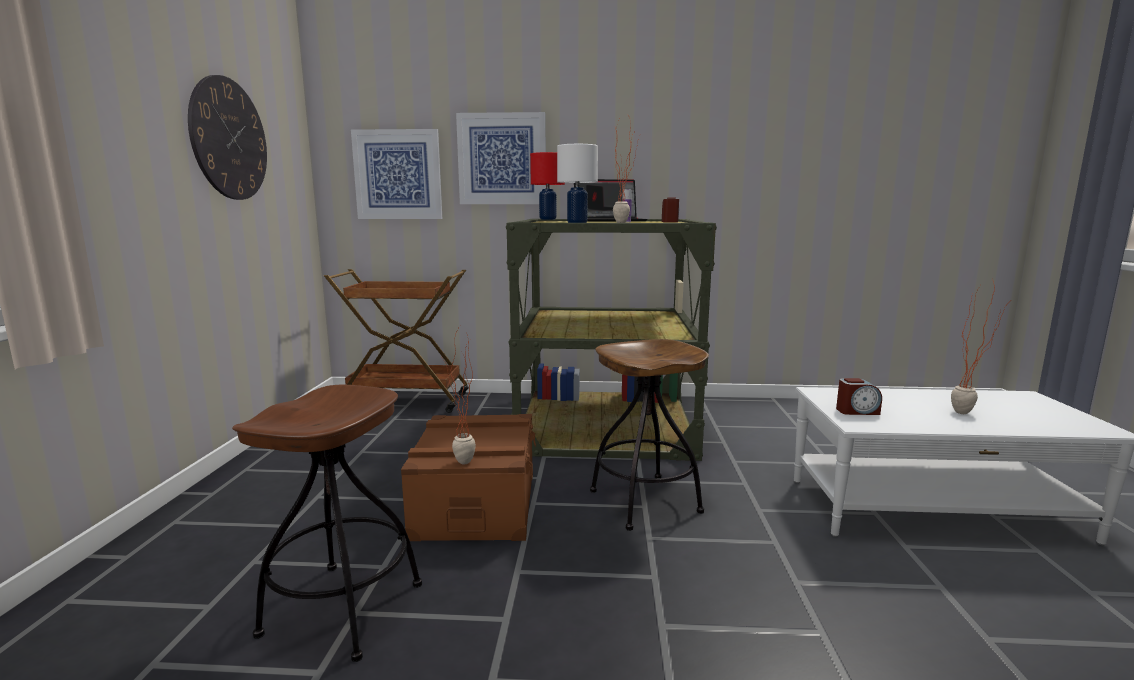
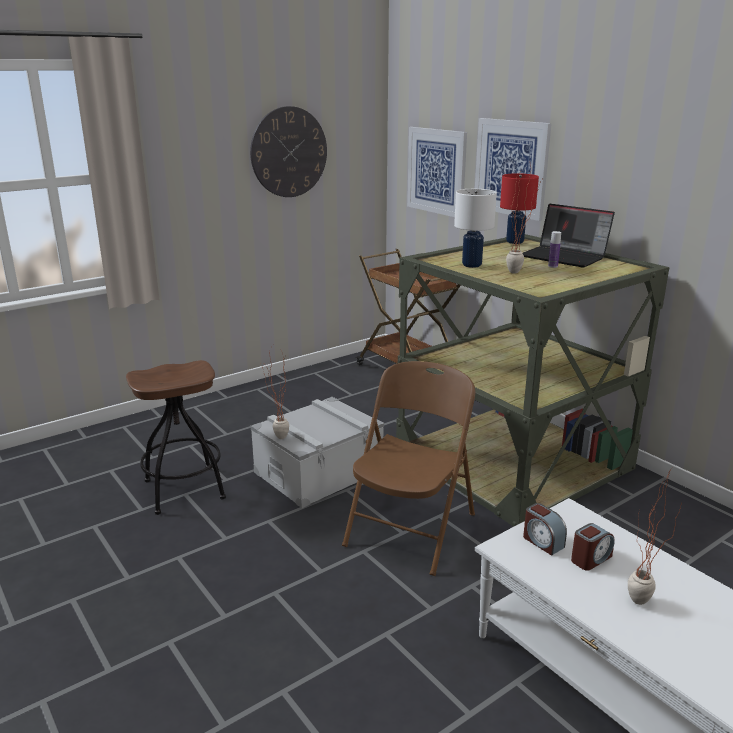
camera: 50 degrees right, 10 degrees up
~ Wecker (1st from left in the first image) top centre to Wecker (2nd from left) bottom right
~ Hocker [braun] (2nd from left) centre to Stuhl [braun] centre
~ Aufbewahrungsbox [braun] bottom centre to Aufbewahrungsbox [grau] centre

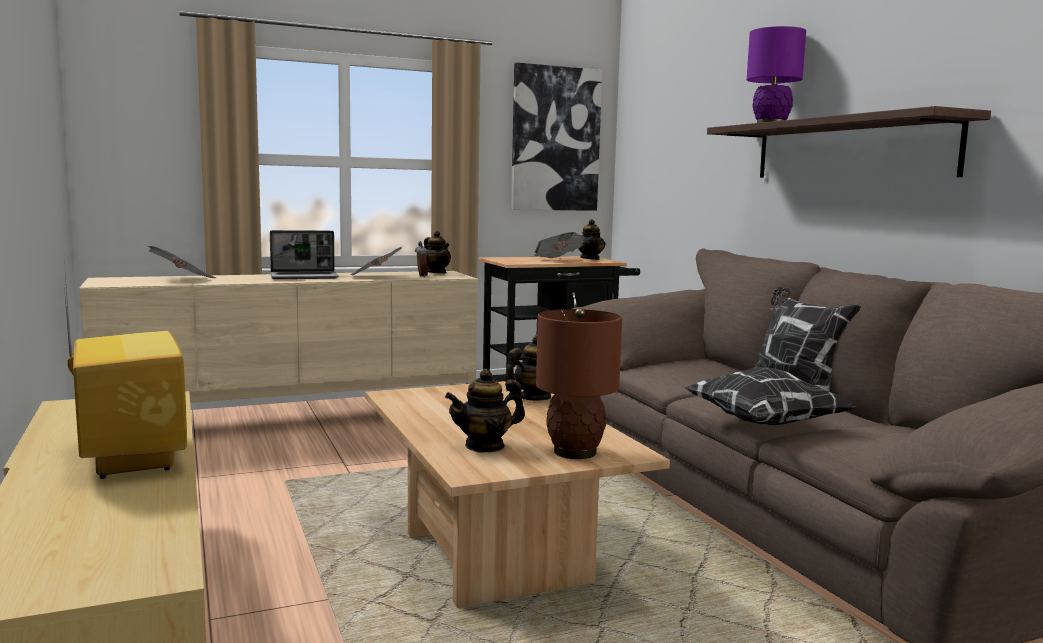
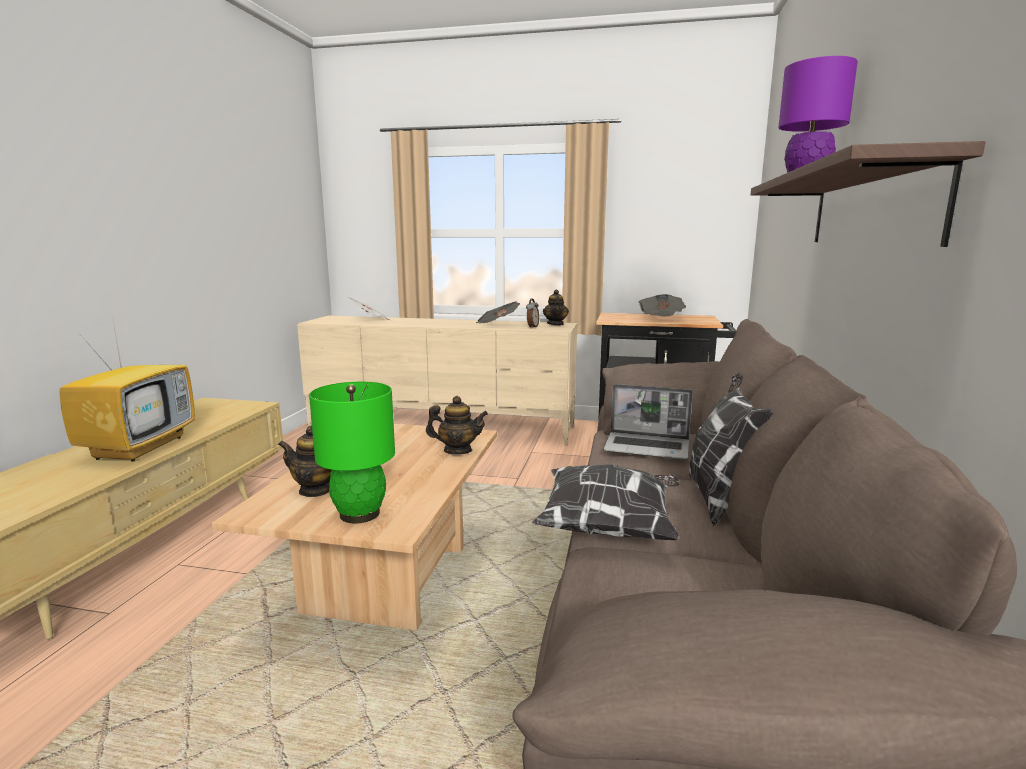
camera: 35 degrees right, 5 degrees up
- Bild top centre
- Teekanne (4th from left) centre
~ Laptop middle left to centre
~ Tischlampe [braun] centre to Tischlampe [grün] centre

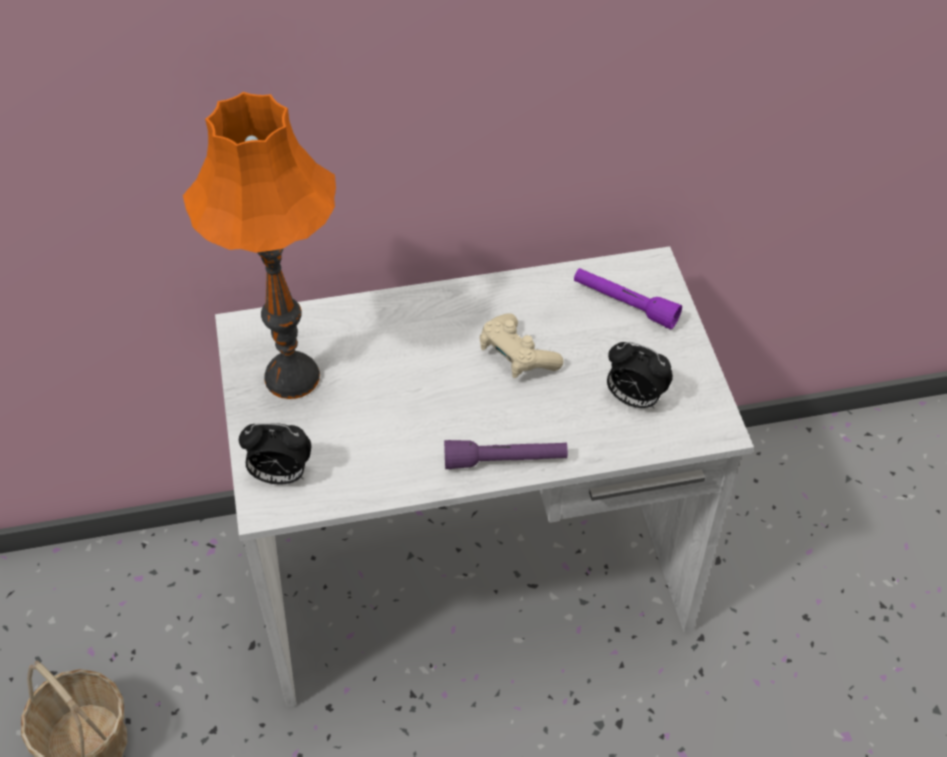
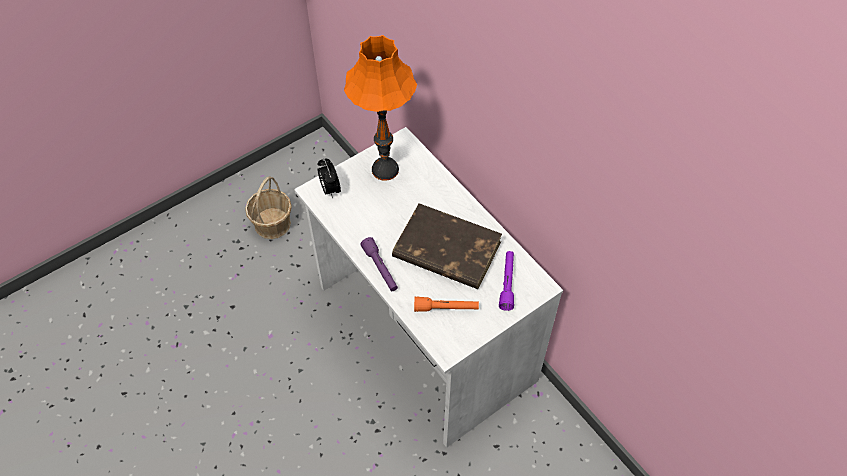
camera: 65 degrees right, 5 degrees up
~ Gamepad [beige] centre to Buch [braun] centre
~ Wecker (2nd from left) middle right to Taschenlampe [orange] centre

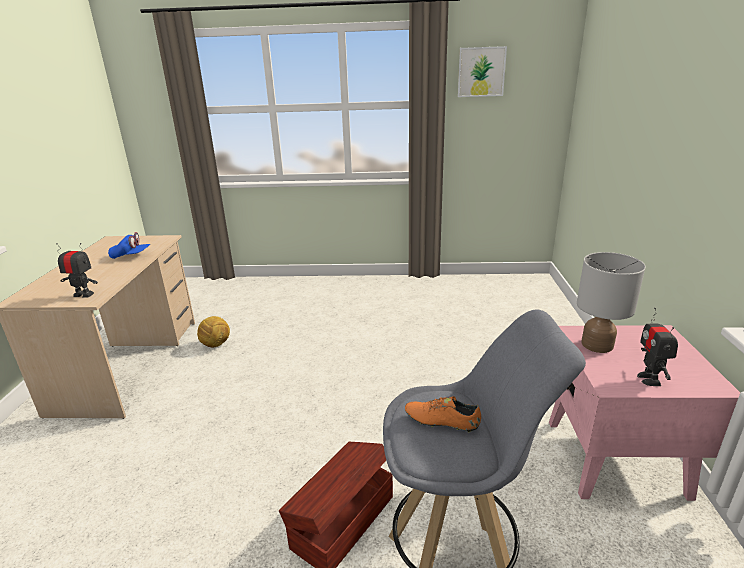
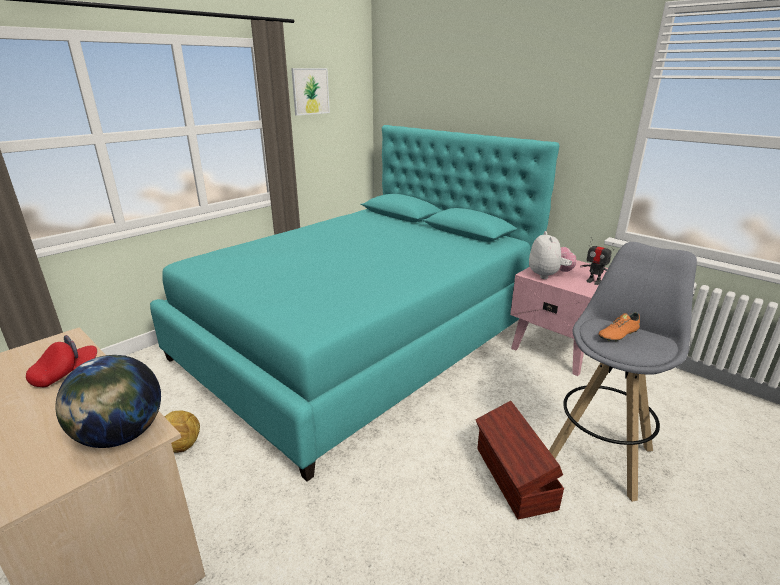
camera: 50 degrees left, 0 degrees up
+ Bett [türkis] centre
~ Spielzeugroboter (1st from left) middle left to Globus bottom left
~ Tischlampe [grau] middle right to Plüschtier middle right
~ Kappe [blau] middle left to Kappe [rot] middle left

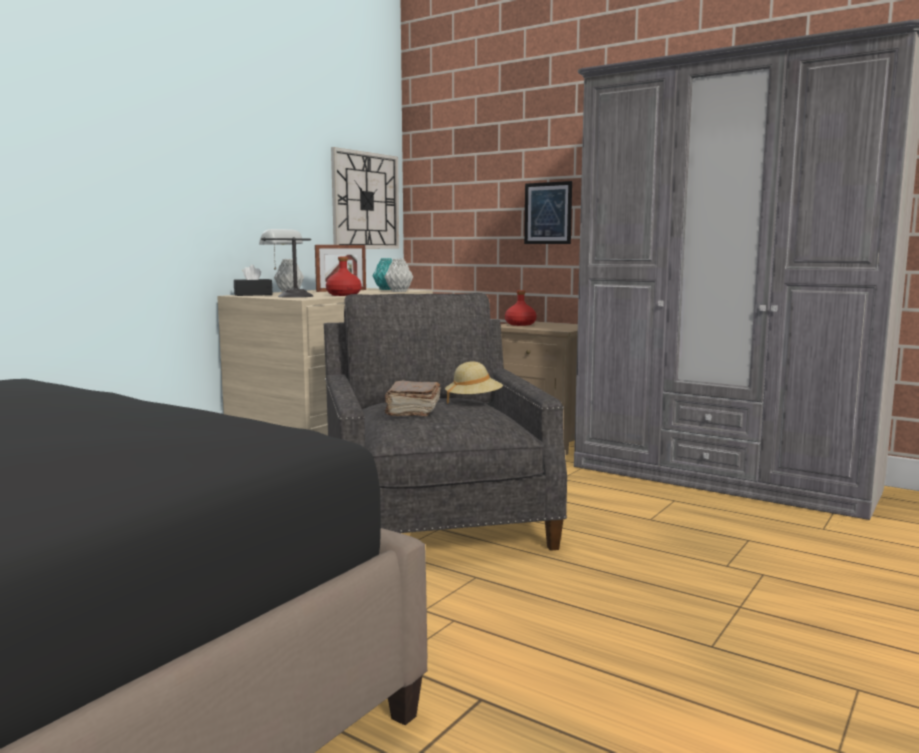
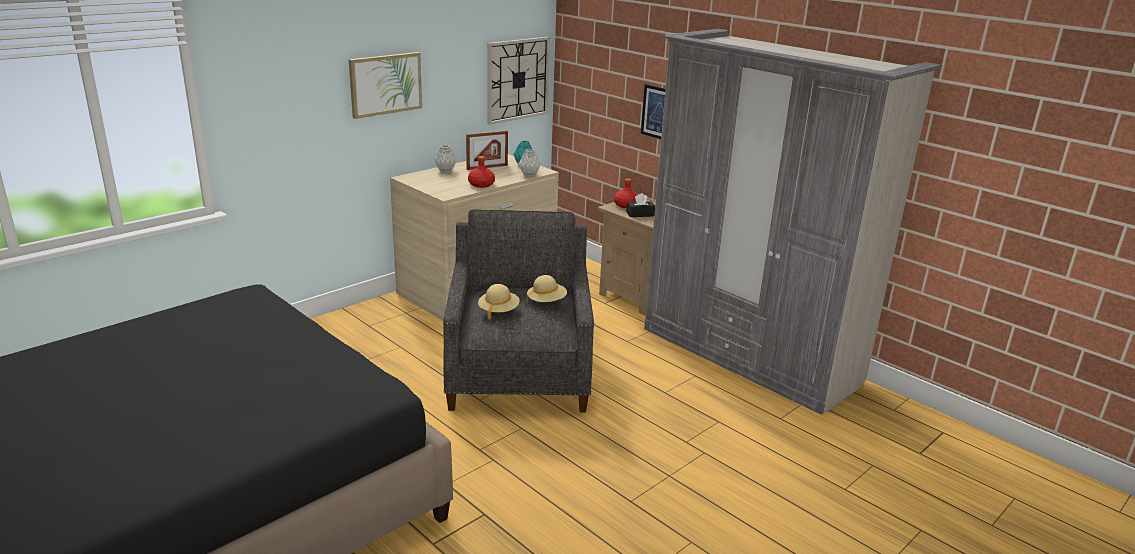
camera: 10 degrees right, 15 degrees up
- Tischlampe middle left
+ Bild (1st from left) top centre
~ Taschentuchbox [schwarz] middle left to centre
~ Buch [braun] centre to Hut [beige] (1st from left) centre

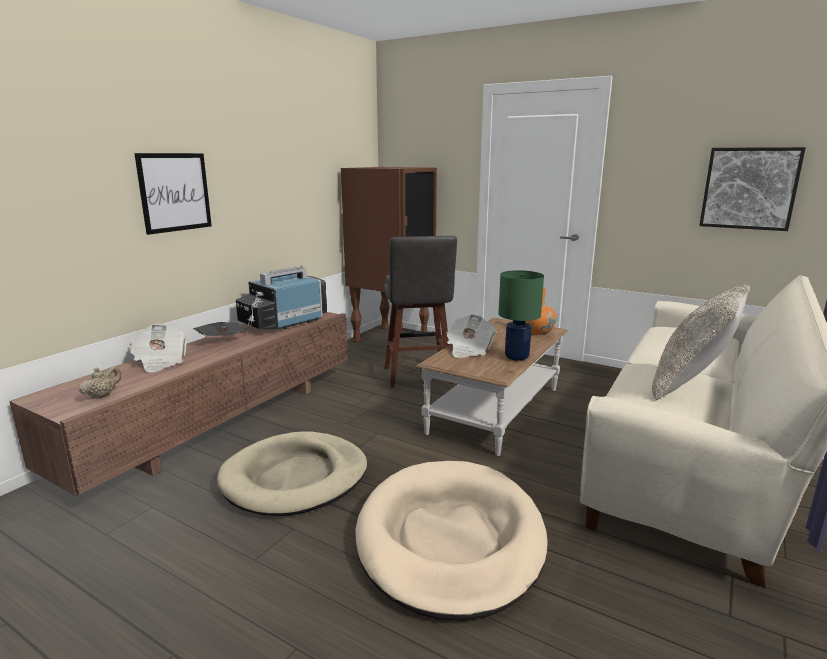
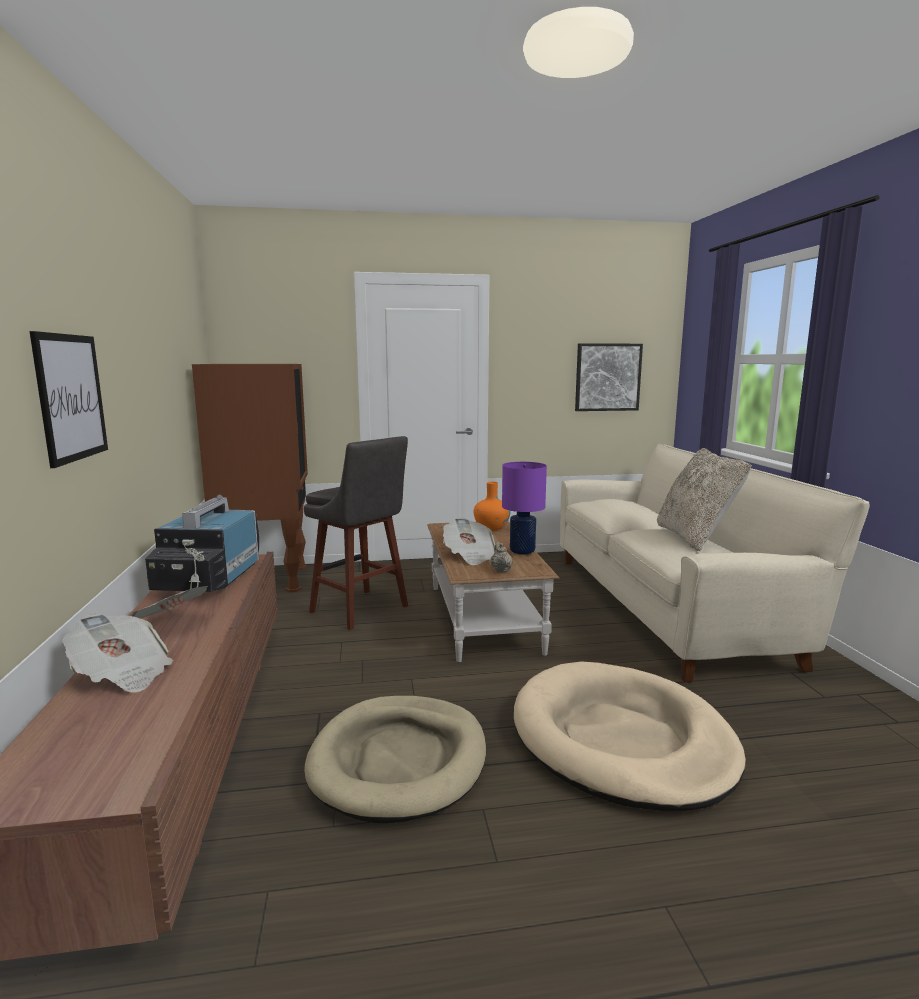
camera: 40 degrees left, 5 degrees down
~ Teekanne [beige] middle left to centre
~ Tischlampe [grün] centre to Tischlampe [lila] centre

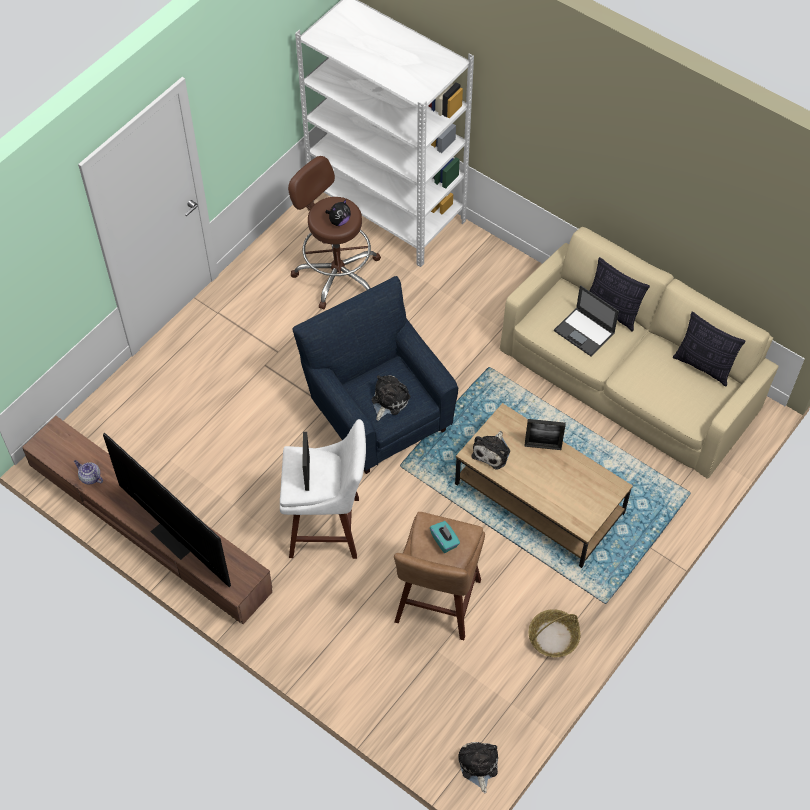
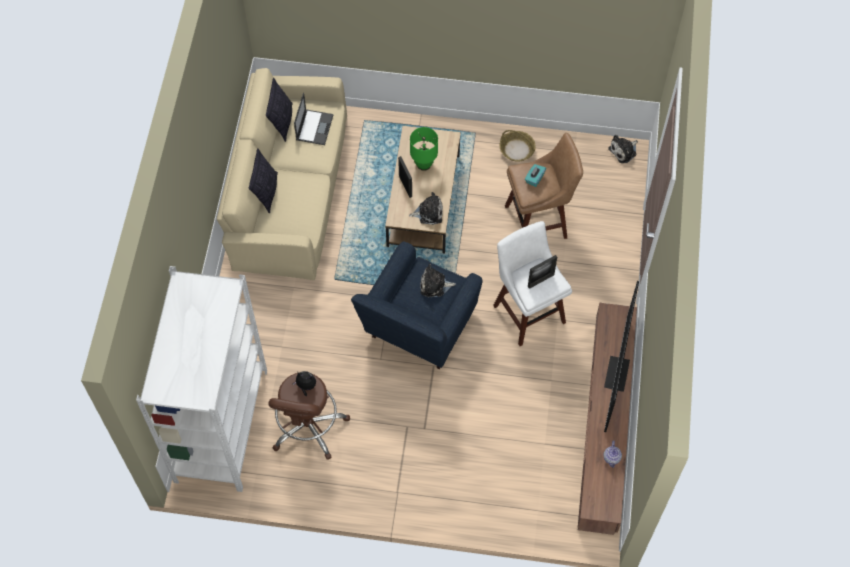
camera: 120 degrees left, 5 degrees up
+ Tischlampe [grün] top centre
~ Laptop middle right to top centre

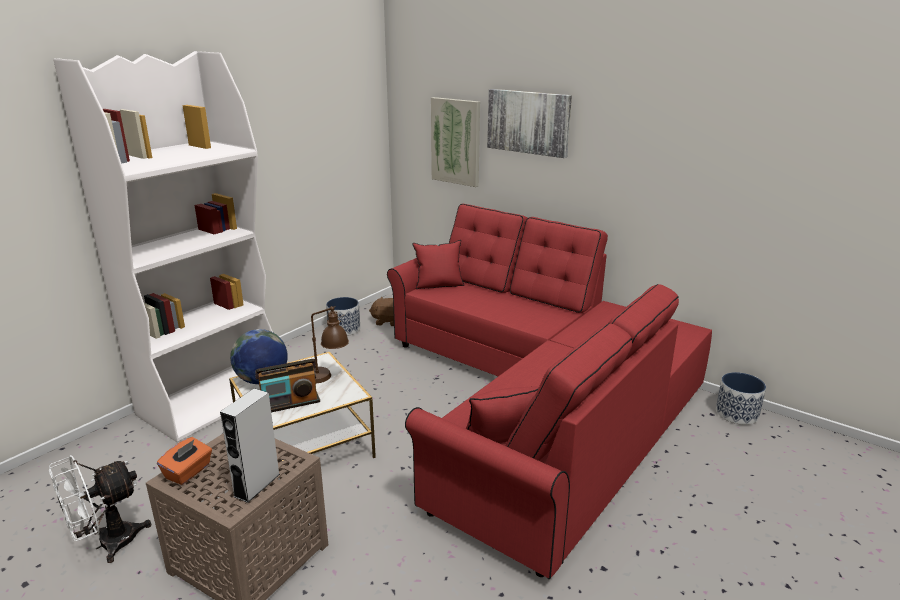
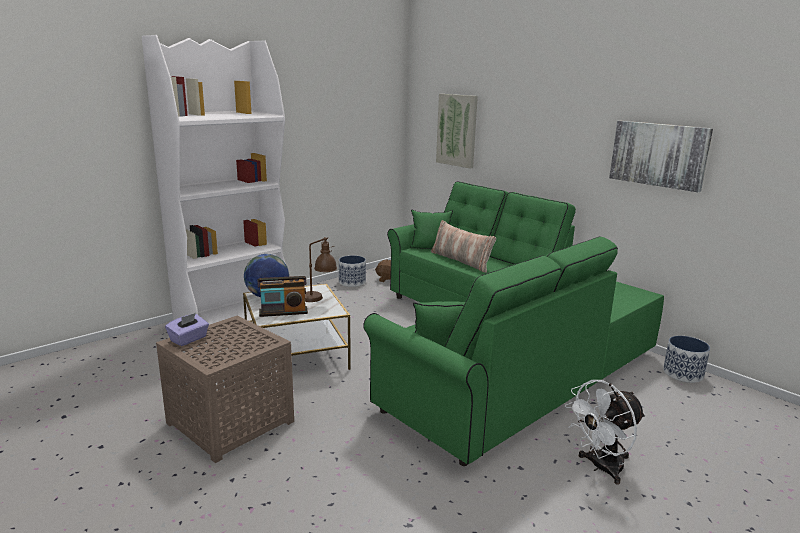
camera: 10 degrees right, 5 degrees down
- Lautsprecher [grau] bottom left
+ Kissen centre
~ Ventilator [weiß] bottom left to bottom right
~ Bild (2nd from left) top centre to top right
~ Taschentuchbox [orange] bottom left to Taschentuchbox [lila] middle left
~ Sofa [rot] centre to Sofa [grün] centre

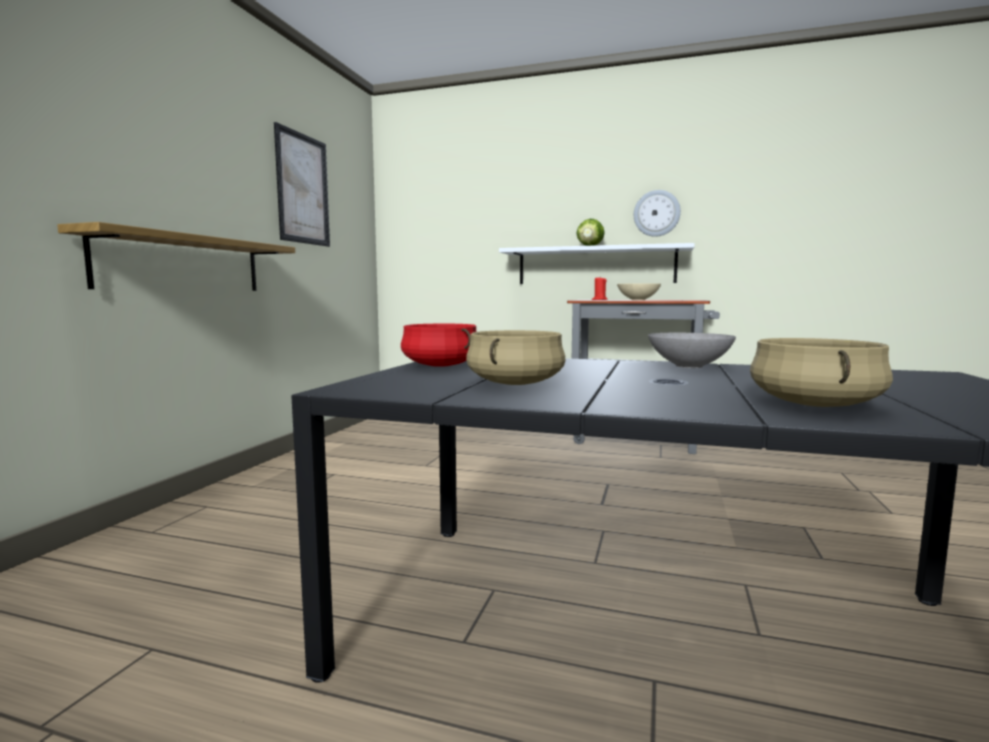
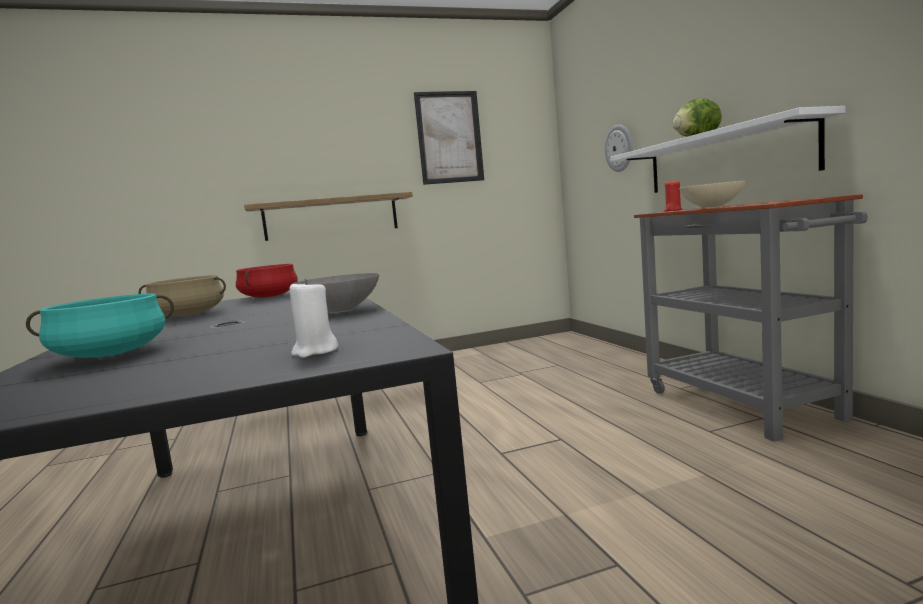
camera: 55 degrees right, 0 degrees up
+ Kerze [weiß] centre
~ Wanduhr top centre to top right
~ Kochtopf [beige] (2nd from left) middle right to Kochtopf [türkis] middle left

